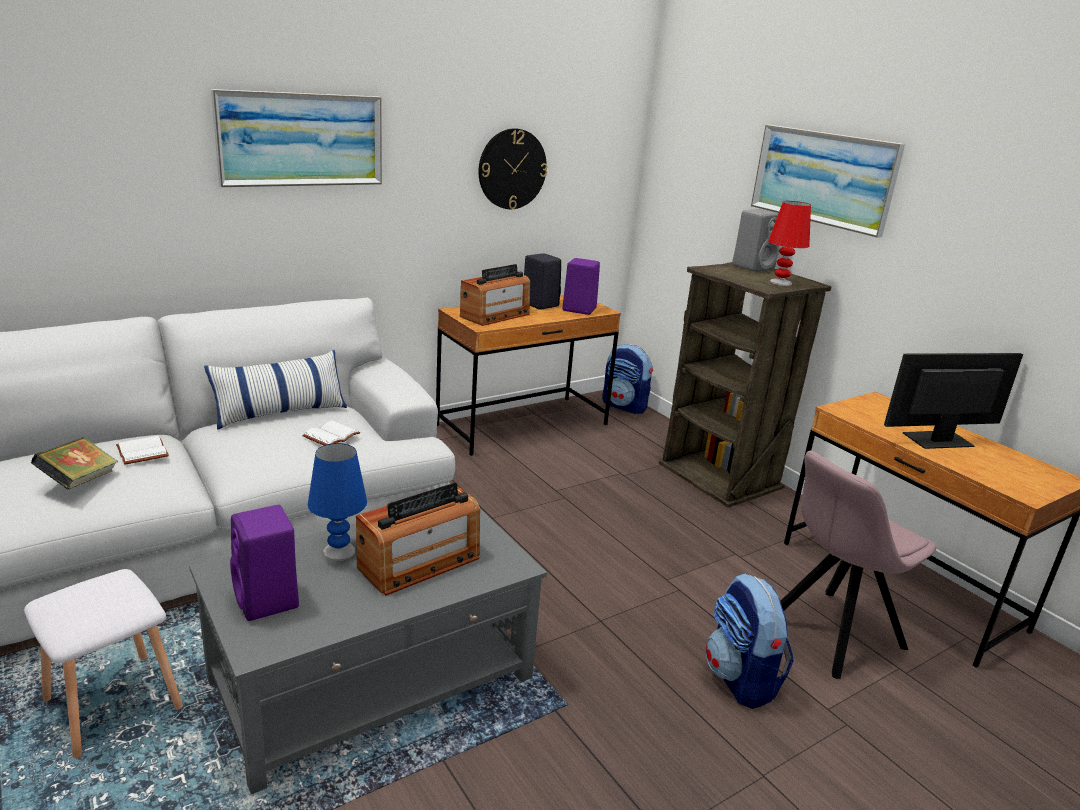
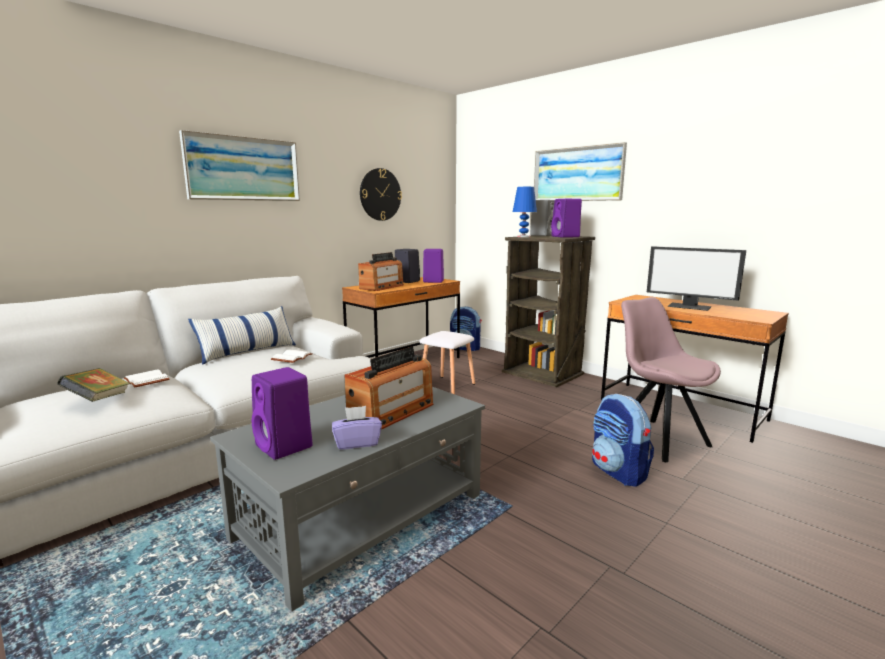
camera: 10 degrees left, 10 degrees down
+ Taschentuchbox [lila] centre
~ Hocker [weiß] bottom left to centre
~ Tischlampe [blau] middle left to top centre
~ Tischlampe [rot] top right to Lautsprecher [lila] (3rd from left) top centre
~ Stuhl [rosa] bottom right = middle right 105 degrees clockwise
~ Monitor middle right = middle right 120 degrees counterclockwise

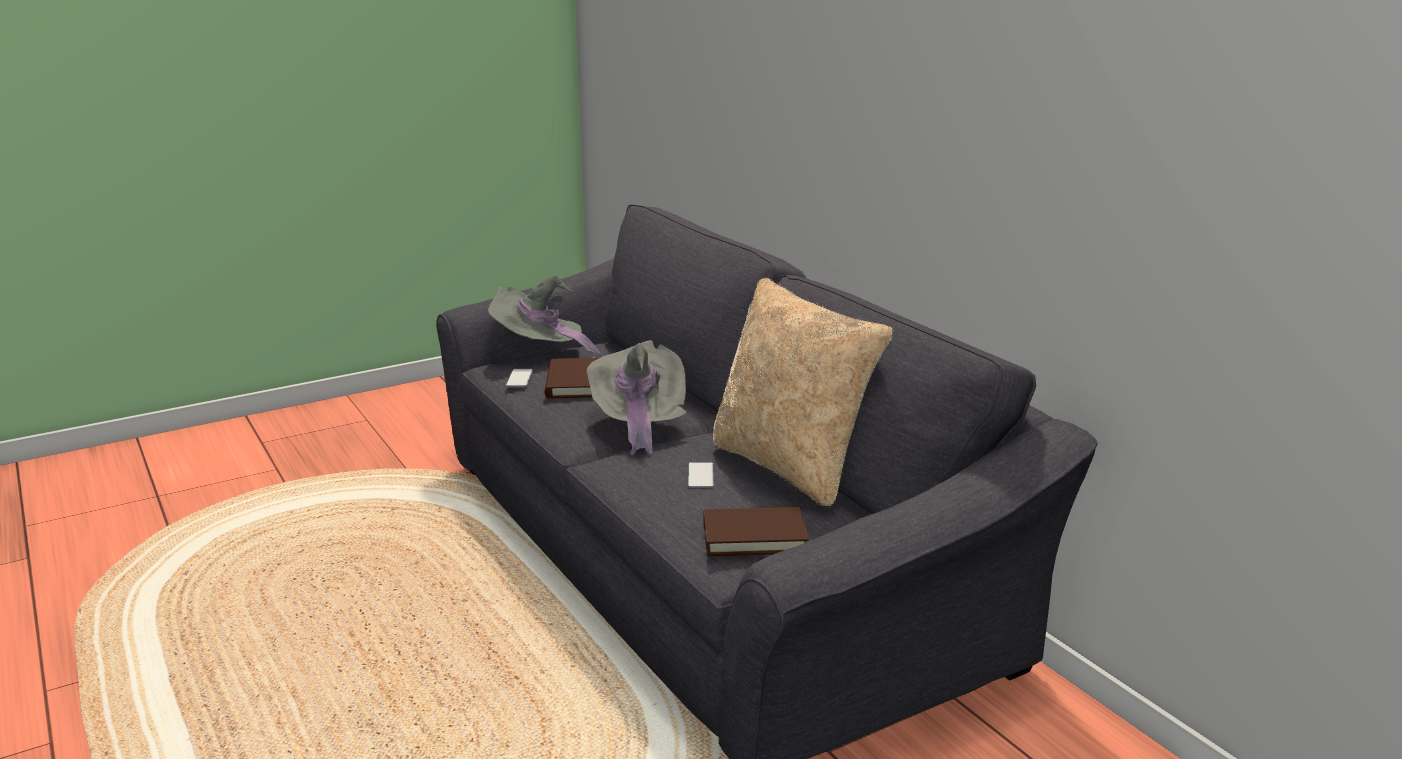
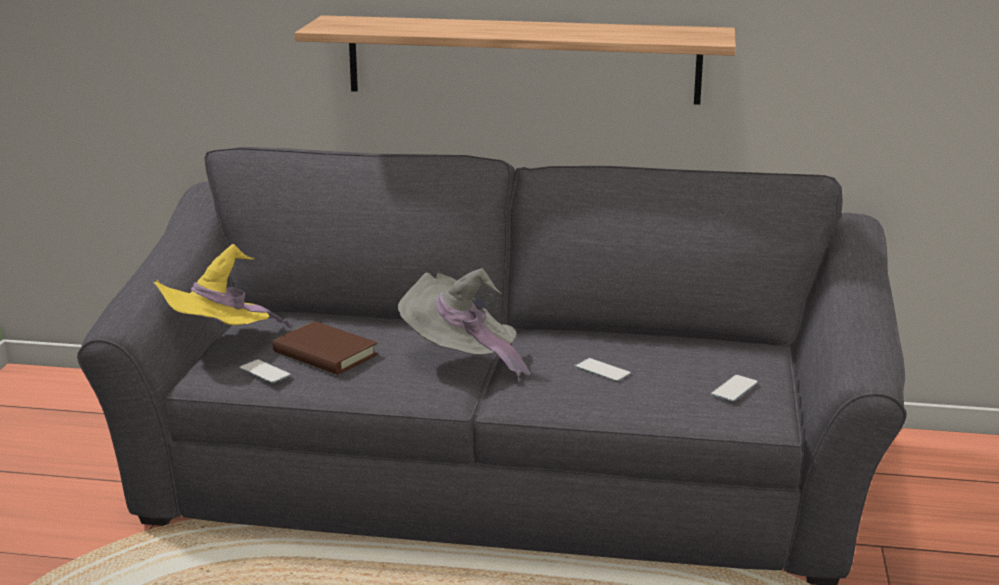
camera: 50 degrees left, 0 degrees up
- Kissen [beige] centre
+ Wandregal top centre
~ Buch [braun] (2nd from left) bottom centre to Handy (3rd from left) middle right
~ Hut [grau] (1st from left) centre to Hut [gelb] middle left

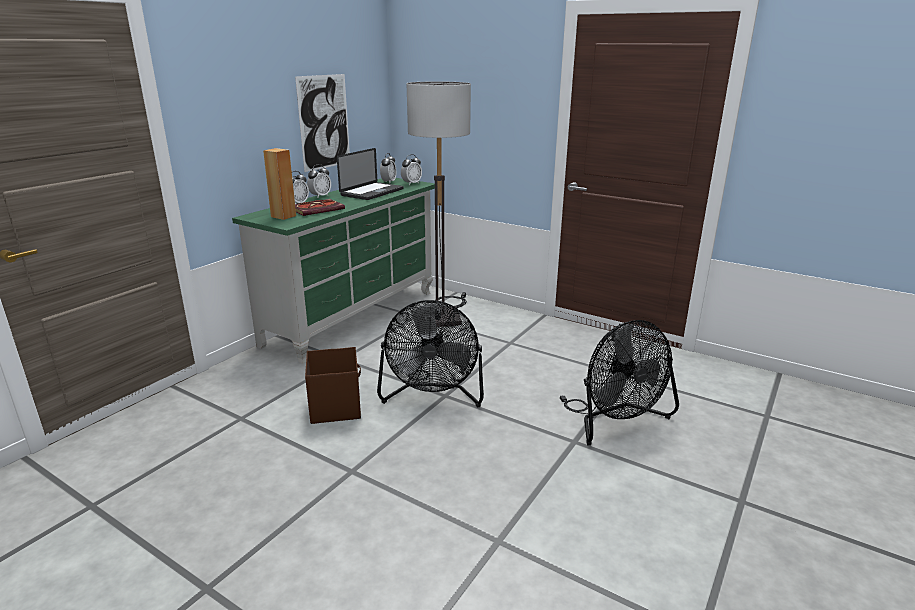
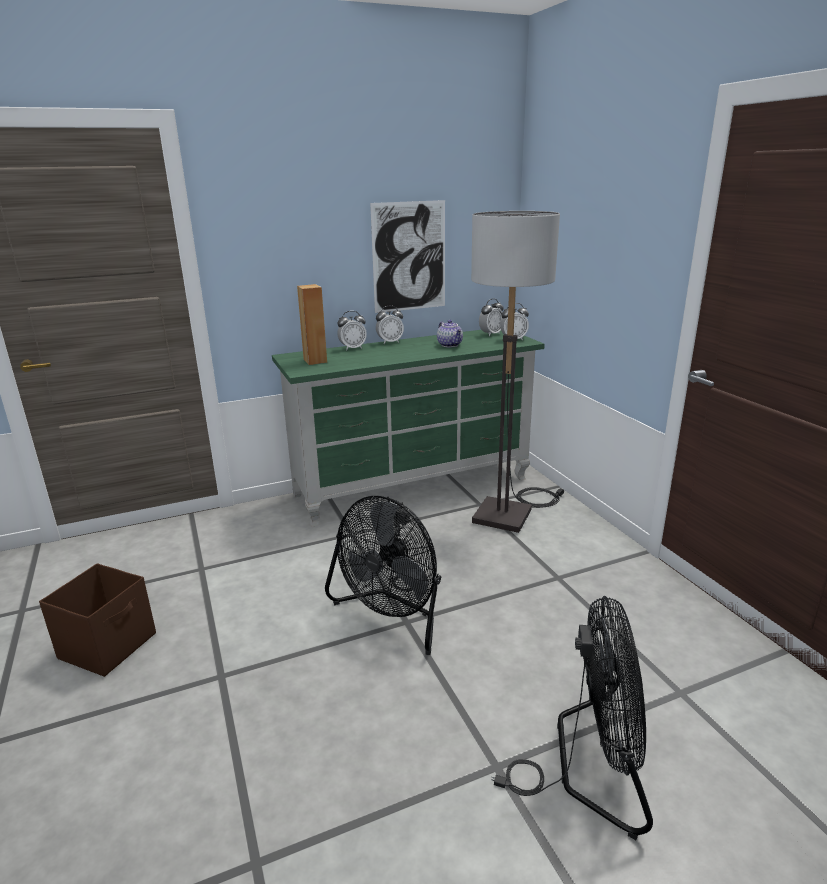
camera: 35 degrees right, 0 degrees up
- Buch centre
~ Aufbewahrungsbox [braun] centre to bottom left
~ Laptop top centre to Teekanne centre
~ Ventilator [schwarz] (2nd from left) middle right = bottom right 90 degrees counterclockwise

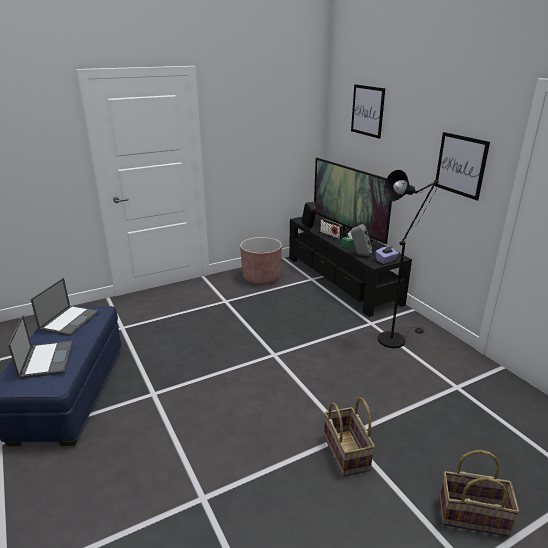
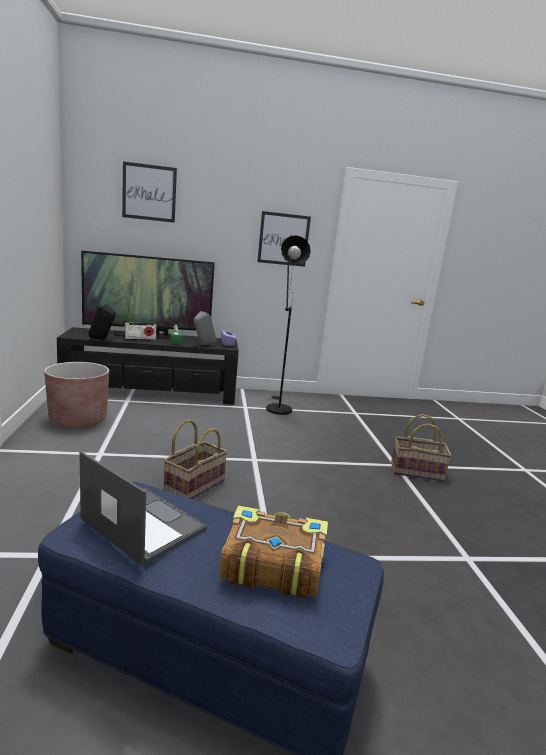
camera: 70 degrees left, 10 degrees down
~ Korb (2nd from left in the first image) bottom right to Korb (1st from left) centre
~ Laptop (1st from left) middle left to Buch bottom centre

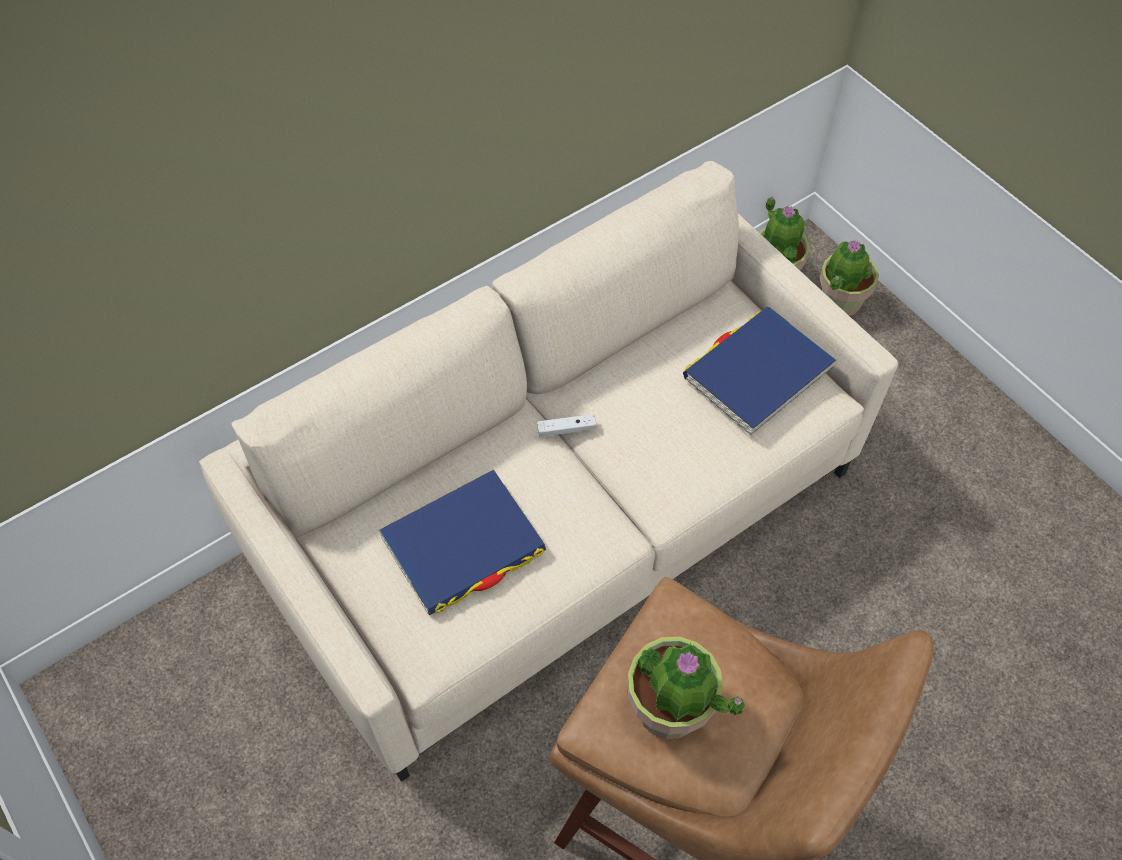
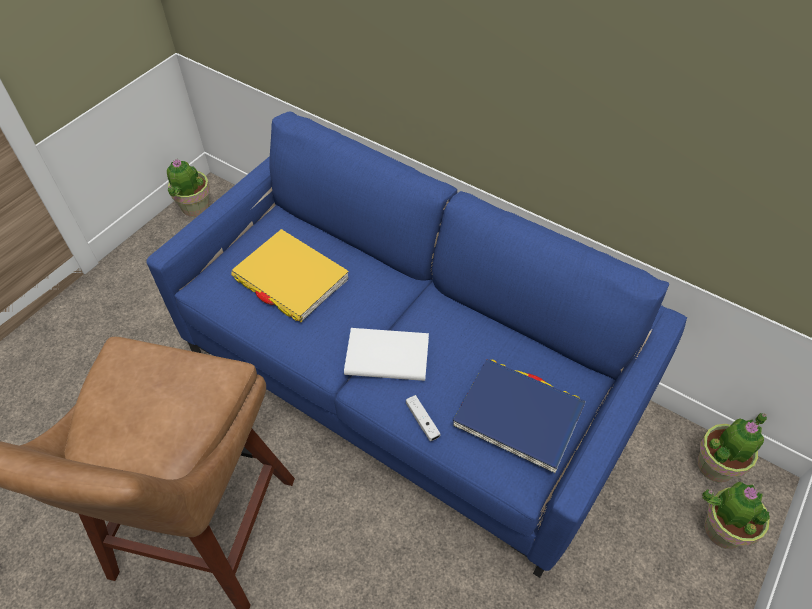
camera: 70 degrees right, 5 degrees down
+ Buch [weiß] centre
~ Gamepad [weiß] centre to bottom centre
~ Topfpflanze (1st from left) bottom centre to top left
~ Sofa [beige] centre to Sofa [blau] centre
~ Buch [blau] (1st from left) centre to Buch [gelb] centre

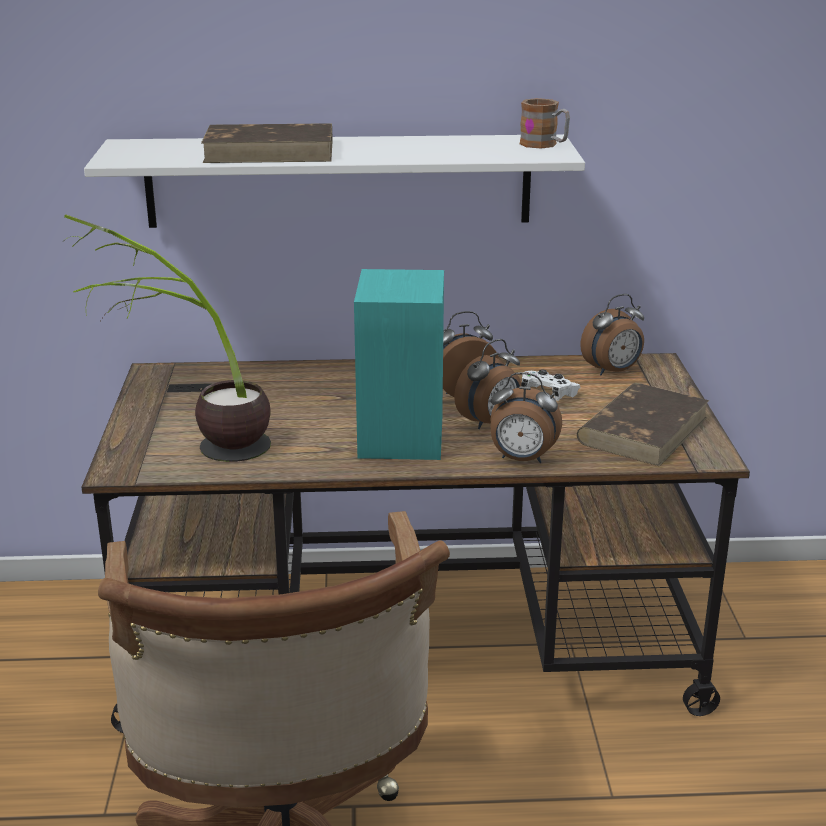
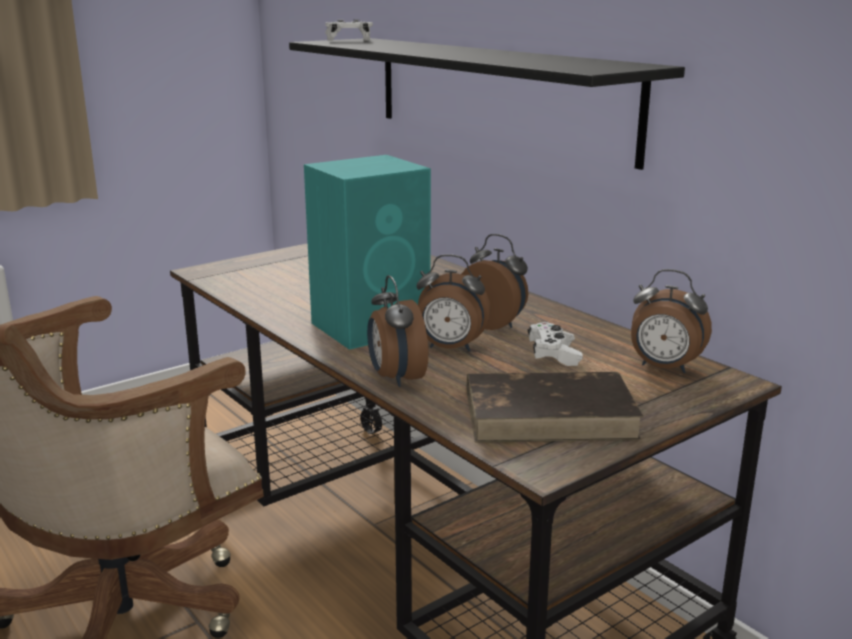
camera: 55 degrees right, 5 degrees down
- Topfpflanze middle left
- Buch [braun] (1st from left) top left
- Henkelbecher top centre
+ Gamepad [weiß] (1st from left) top centre
~ Wandregal [weiß] top centre to Wandregal [schwarz] top centre

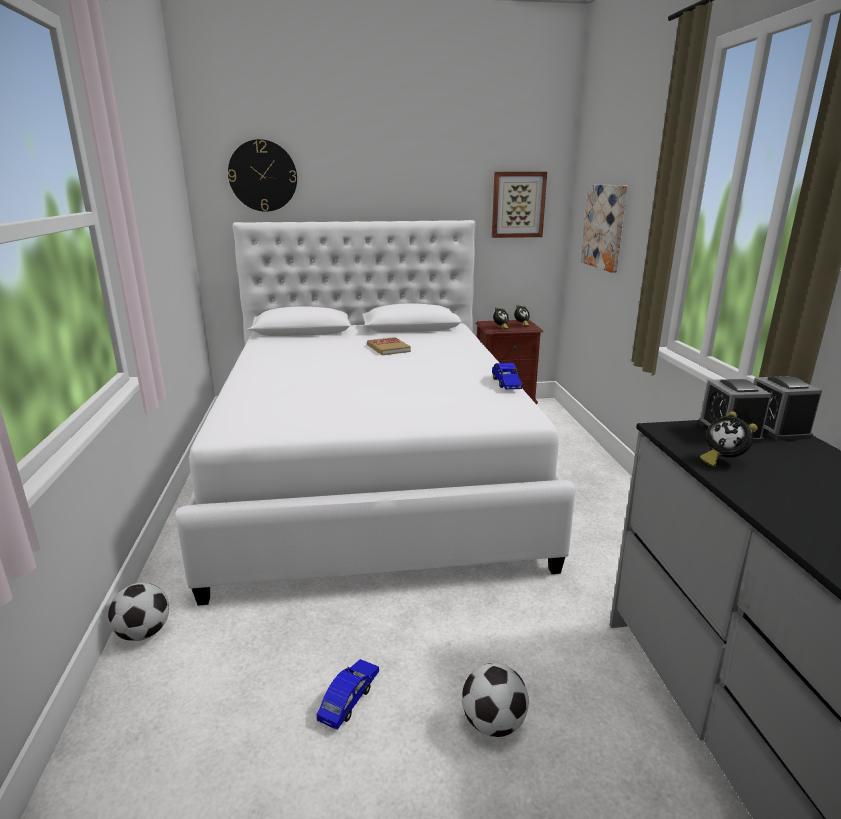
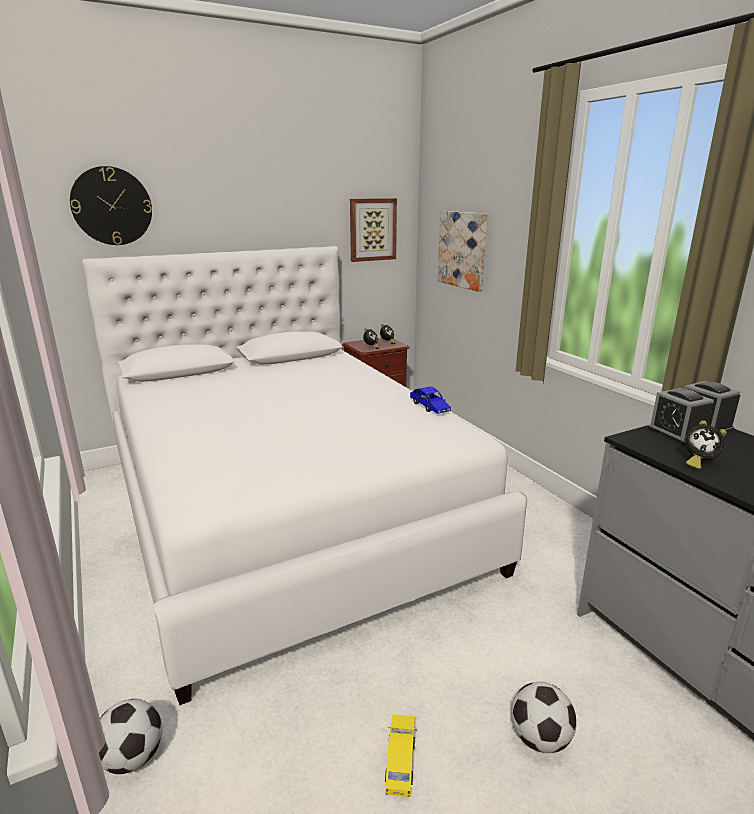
camera: 20 degrees left, 0 degrees up
- Buch centre
~ Spielzeugauto [blau] (1st from left) bottom centre to Spielzeugauto [gelb] bottom centre

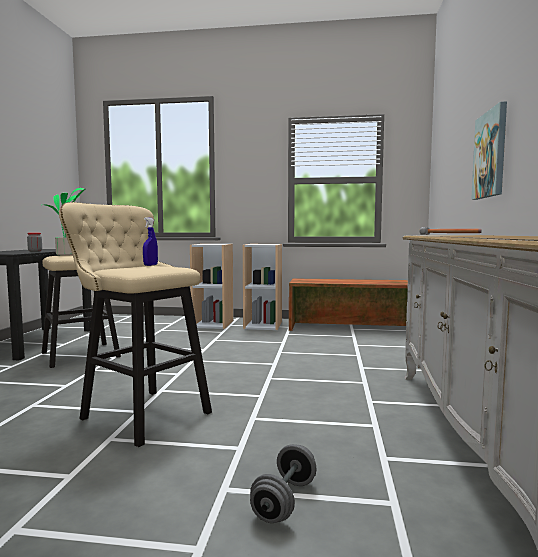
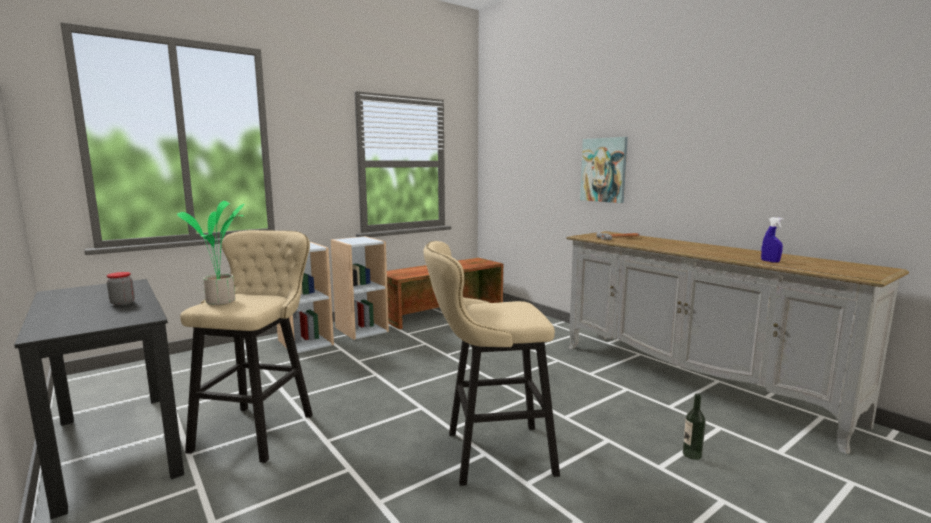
camera: 45 degrees left, 5 degrees up
~ Sprühflasche [blau] middle left to middle right
~ Hantel [grau] bottom centre to Flasche bottom right

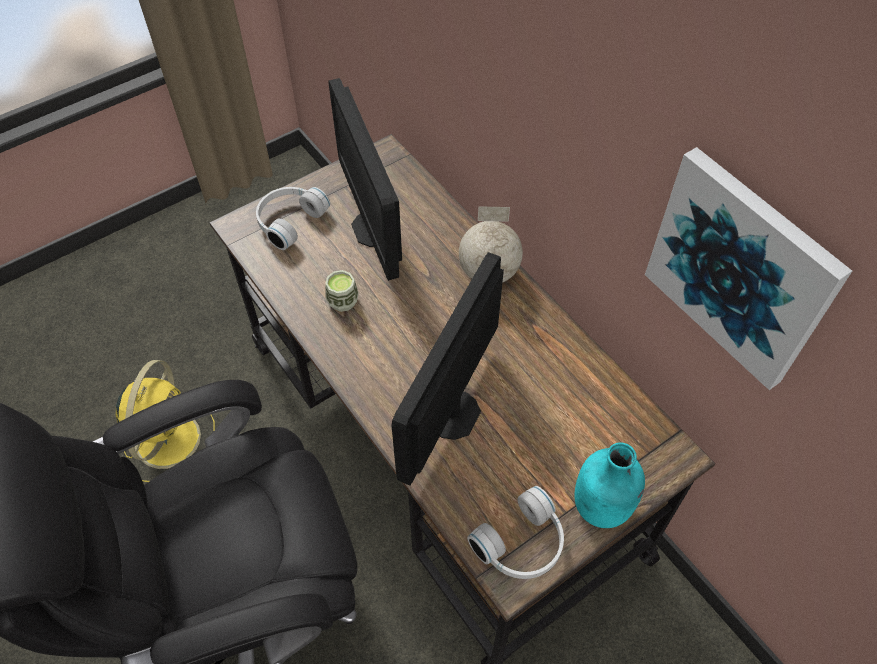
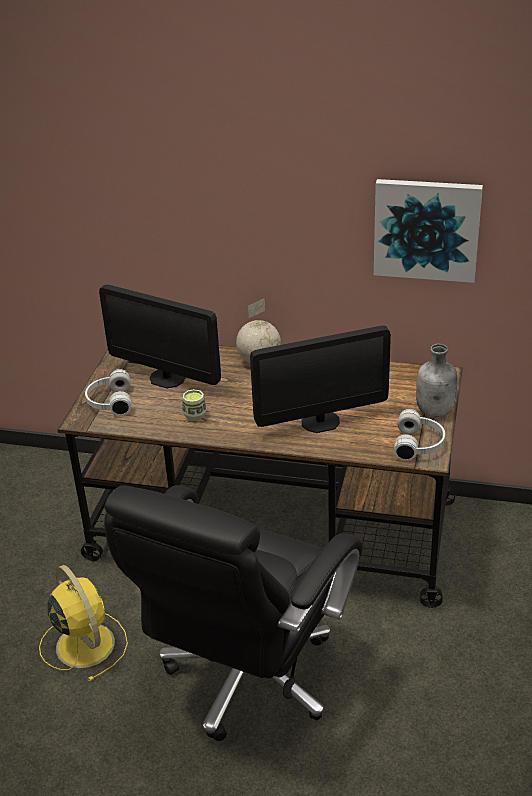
camera: 40 degrees left, 20 degrees down
~ Flasche [türkis] bottom right to Flasche [grau] middle right
~ Monitor (2nd from left) centre = centre 90 degrees counterclockwise

